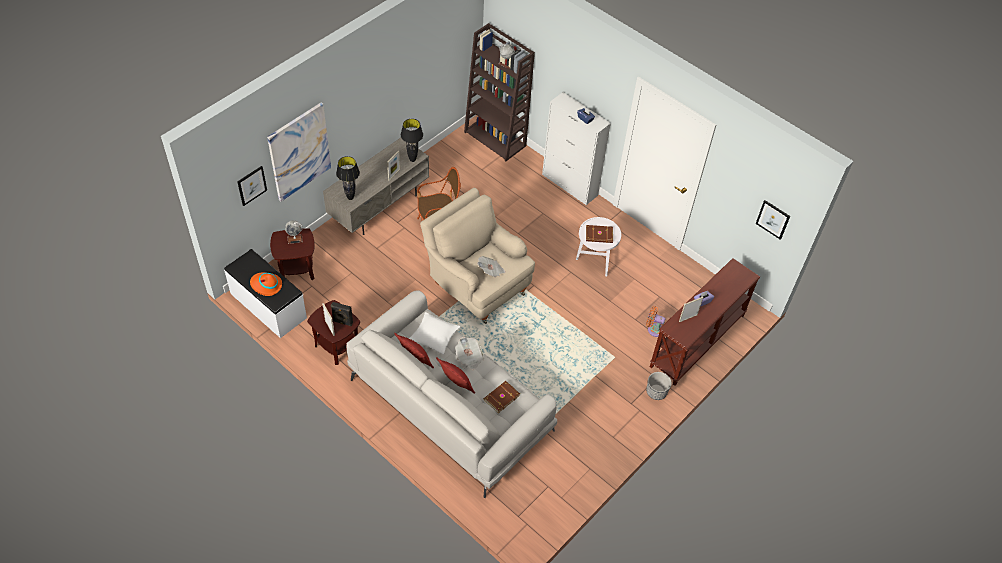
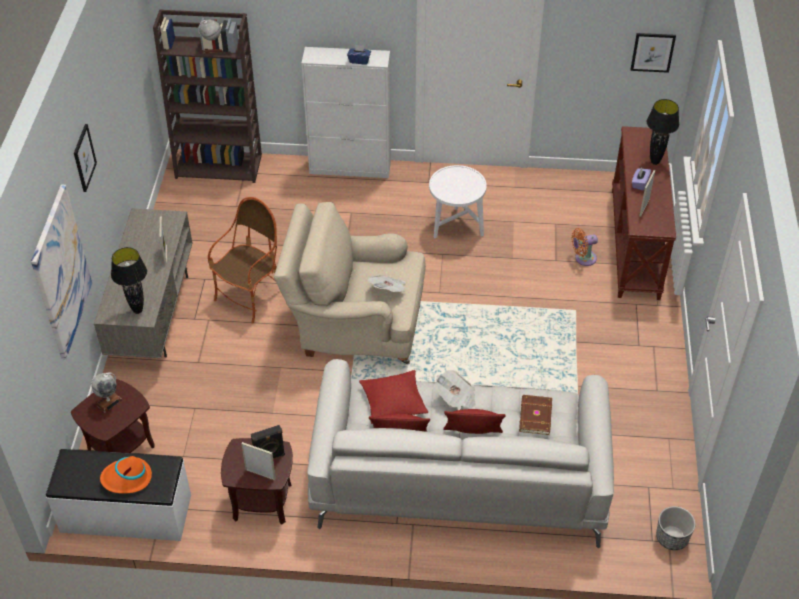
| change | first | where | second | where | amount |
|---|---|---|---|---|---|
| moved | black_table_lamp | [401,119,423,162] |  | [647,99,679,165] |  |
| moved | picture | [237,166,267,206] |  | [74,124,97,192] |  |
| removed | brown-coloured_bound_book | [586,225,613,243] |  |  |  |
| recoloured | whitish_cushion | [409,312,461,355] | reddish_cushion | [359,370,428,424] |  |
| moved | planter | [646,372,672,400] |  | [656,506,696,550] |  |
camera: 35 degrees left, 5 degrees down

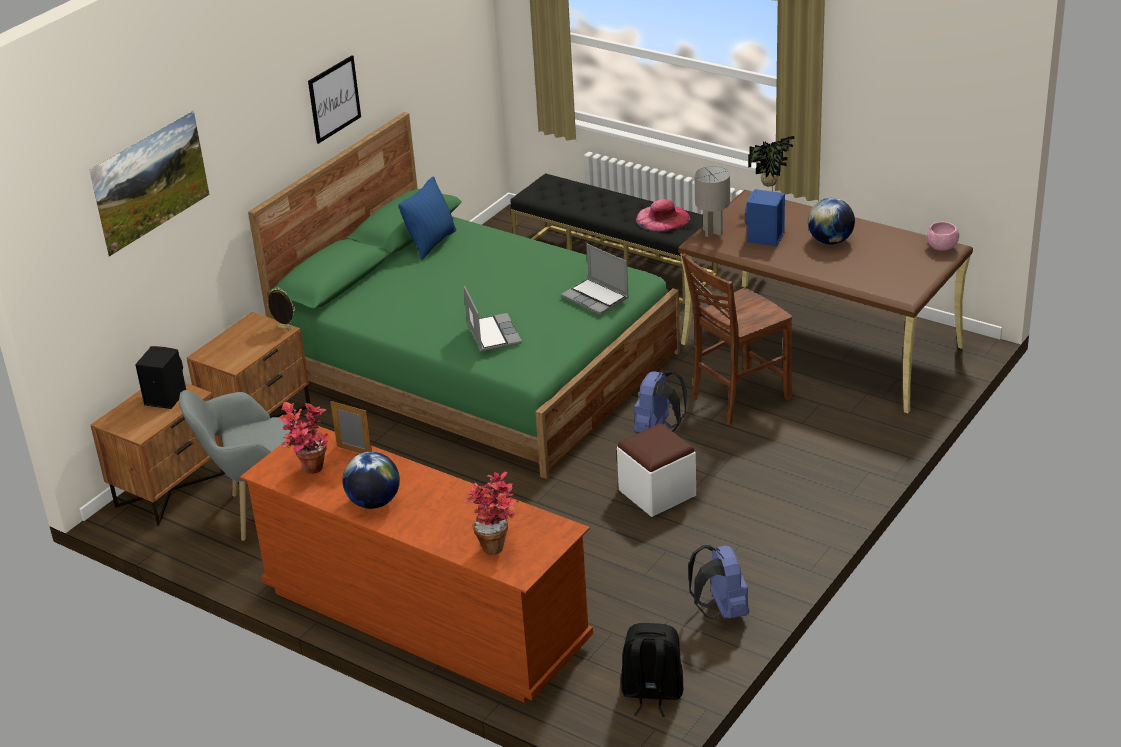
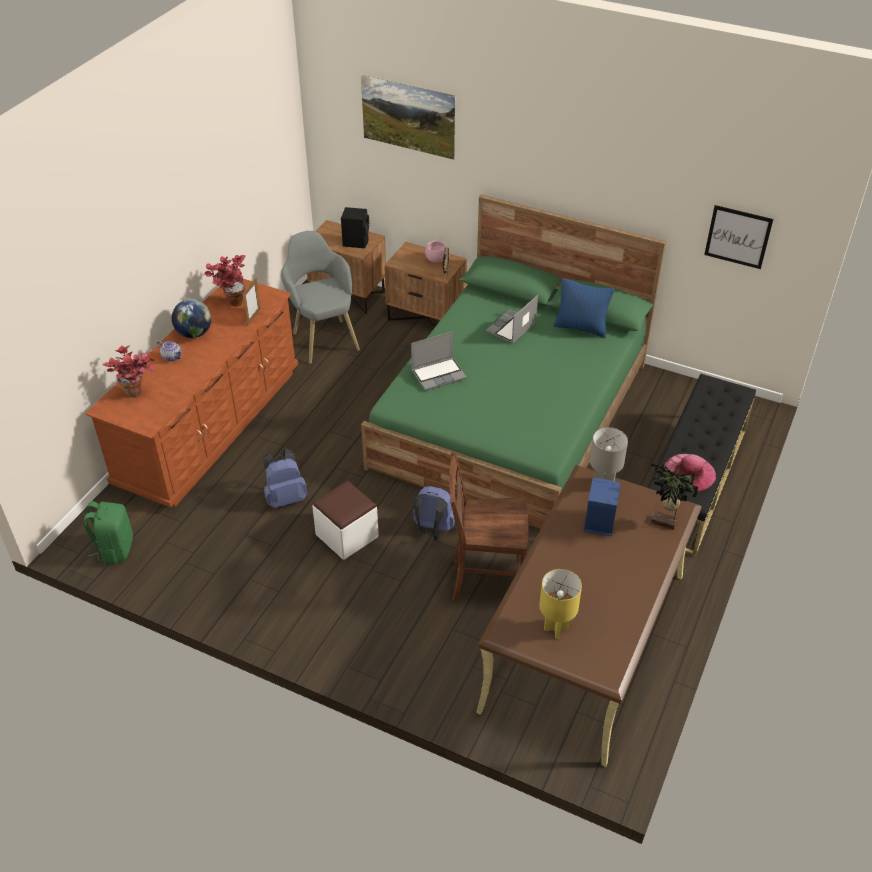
| change | first | where | second | where | amount |
|---|---|---|---|---|---|
| moved | picture | [308,55,361,144] |  | [704,205,773,269] |  |
| removed | globe | [808,198,855,245] |  |  |  |
| moved | pinkish_bowl | [927,222,959,251] |  | [425,241,447,263] |  |
| moved | laptop | [561,244,629,315] |  | [486,295,538,344] |  |
| turned | brown-coloured_upright_chair | [682,253,792,425] |  | [449,451,529,601] | 45 degrees counterclockwise |
| moved | blue_rucksack | [688,545,749,619] |  | [263,448,308,508] |  |
| recoloured | black_rucksack | [621,623,683,717] | green-coloured_rucksack | [83,501,133,564] |  |
| added |  |  | teapot | [157,341,182,362] |  |
| added |  |  | yellow-coloured_table_lamp | [539,569,582,639] |  |
camera: 80 degrees right, 10 degrees up

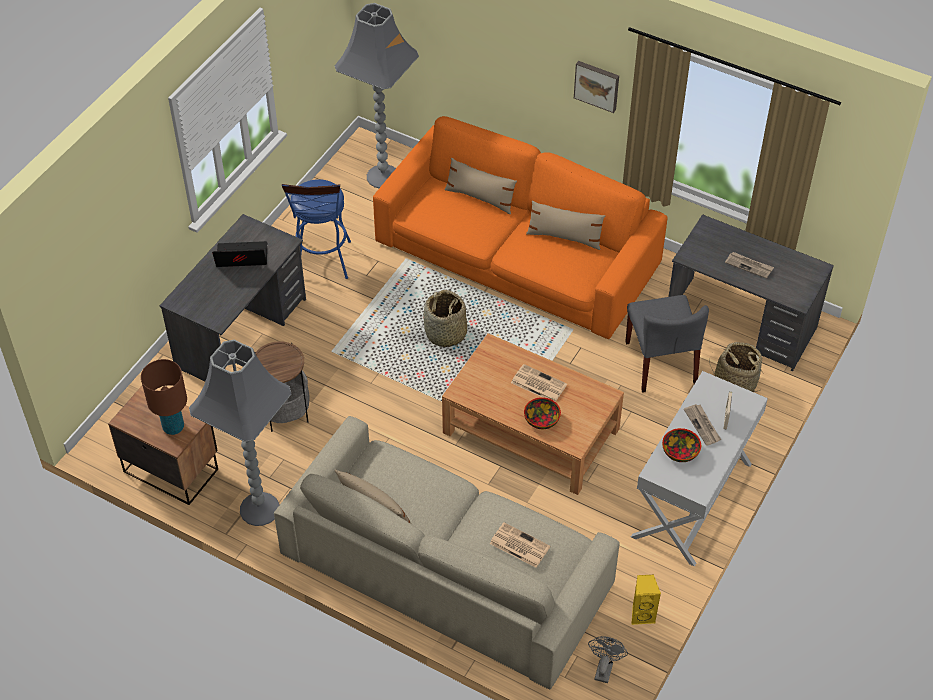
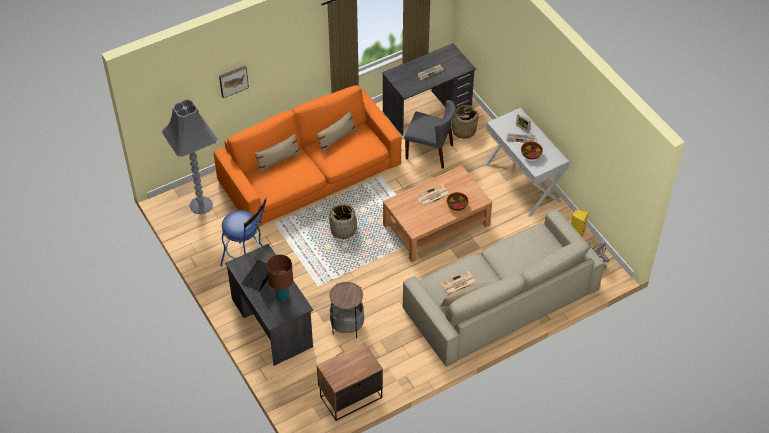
| change | first | where | second | where | amount |
|---|---|---|---|---|---|
| moved | picture | [574,61,619,113] |  | [219,66,249,98] |  |
| removed | gray_standing_lamp | [189,340,291,526] |  |  |  |
| moved | brown-coloured_table_lamp | [141,359,187,435] |  | [266,254,293,301] |  |
| moved | printed_paper | [490,522,550,568] |  | [441,271,476,295] |  |
camera: 60 degrees left, 0 degrees up

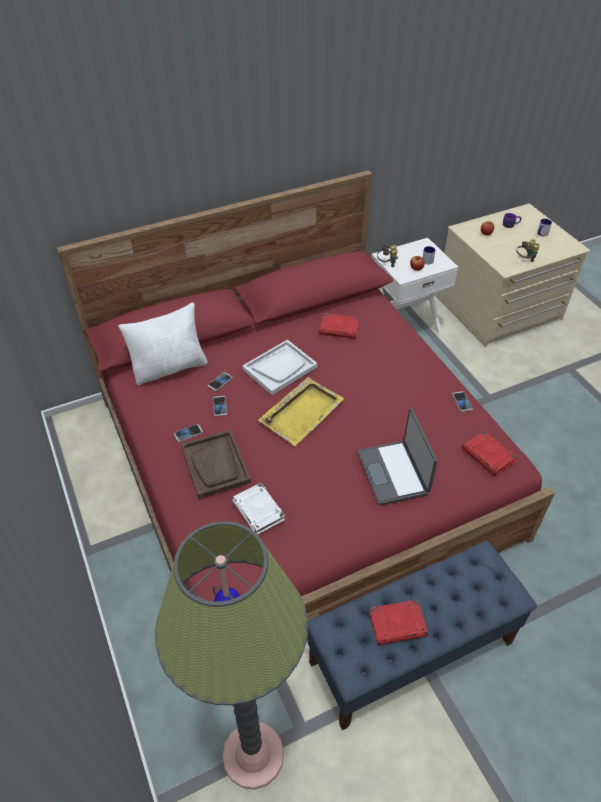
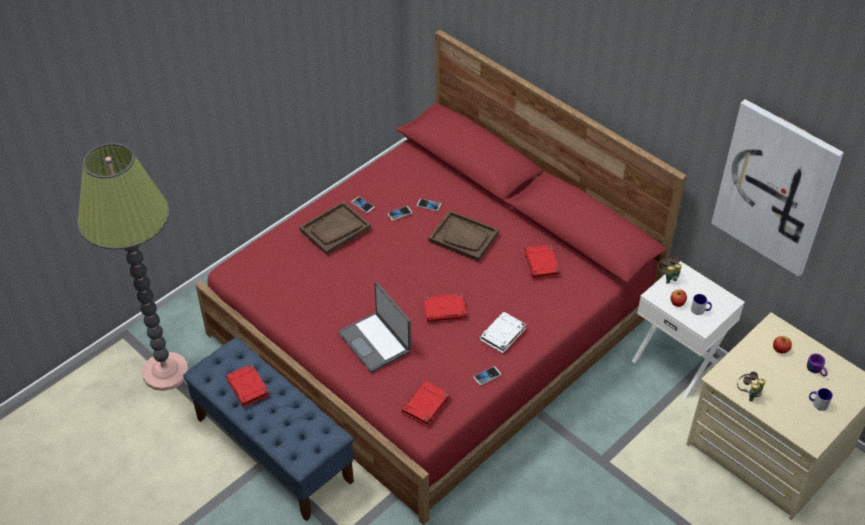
| change | first | where | second | where | amount |
|---|---|---|---|---|---|
| removed | whitish_cushion | [118,302,208,385] |  |  |  |
| recoloured | whitish_serving_tray | [242,340,317,395] | brown-coloured_serving_tray | [429,211,499,261] |  |
| removed | yellow-coloured_serving_tray | [258,377,344,446] |  |  |  |
| turned | laptop | [358,408,438,505] |  | [338,282,411,373] | 90 degrees counterclockwise |
| moved | whitish_bound_book | [232,483,285,535] |  | [479,312,526,353] |  |
| added |  |  | picture | [711,99,844,276] |  |
| added |  |  | reddish_bound_book | [424,293,466,322] |  |
camera: 70 degrees right, 0 degrees up

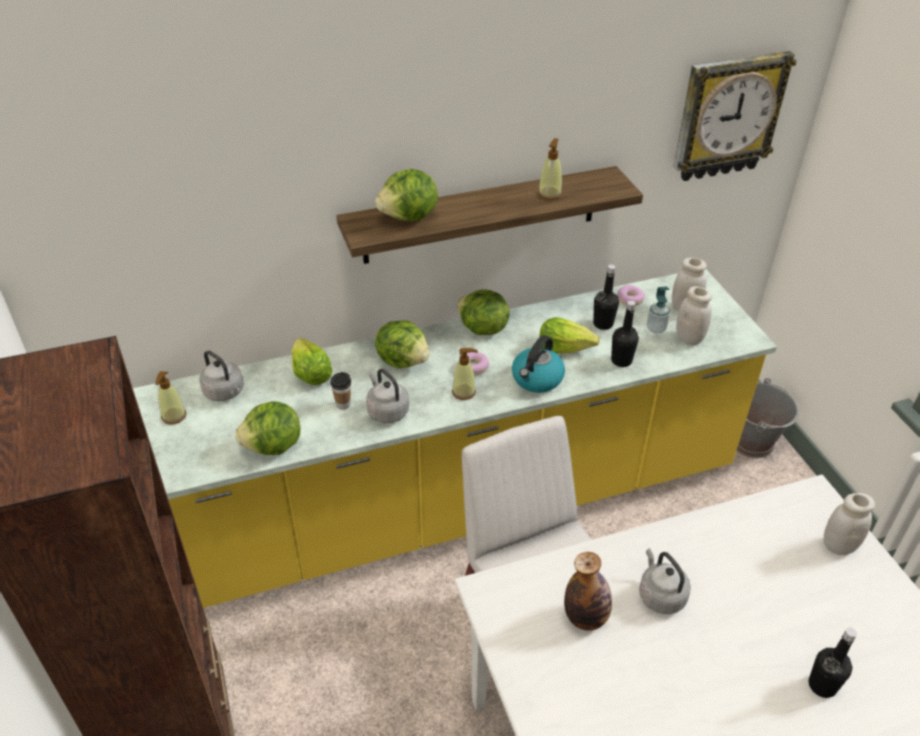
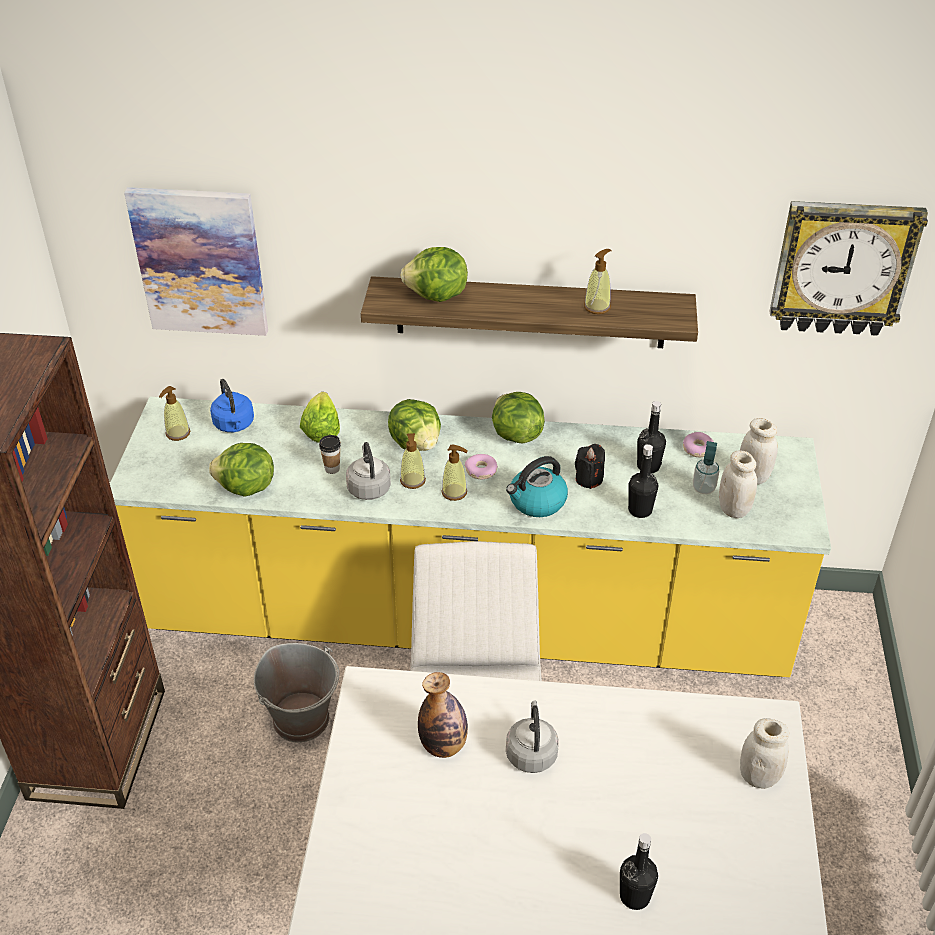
| change | first | where | second | where | amount |
|---|---|---|---|---|---|
| replaced | head_of_lettuce | [539,317,600,354] | black_wax_candle | [575,444,605,489] |  |
| recoloured | gray_water_kettle | [199,350,244,401] | blue_water_kettle | [210,379,254,432] |  |
| moved | gray_pail | [736,378,799,458] |  | [254,643,340,743] |  |
| added |  |  | picture | [124,187,268,336] |  |
| added |  |  | liquid_soap_bottle | [400,433,426,489] |  |
camera: 25 degrees right, 0 degrees up

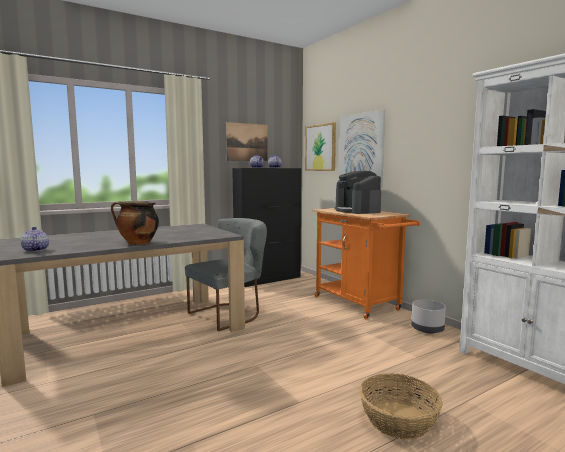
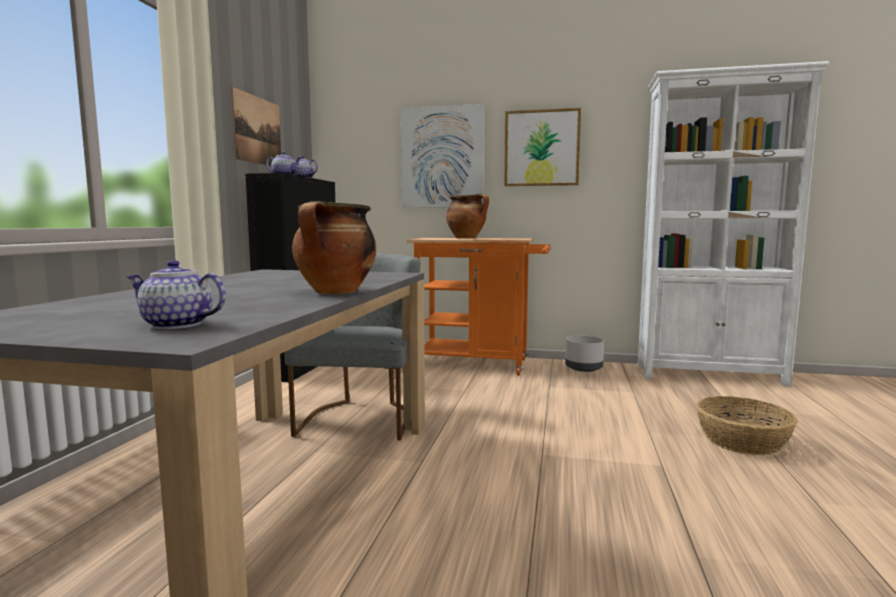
| change | first | where | second | where | amount |
|---|---|---|---|---|---|
| moved | picture | [305,123,336,171] |  | [504,108,581,186] |  |
| replaced | coffee_machine | [335,171,381,214] | cooking_pot | [446,194,489,239] |  |
camera: 45 degrees left, 0 degrees up

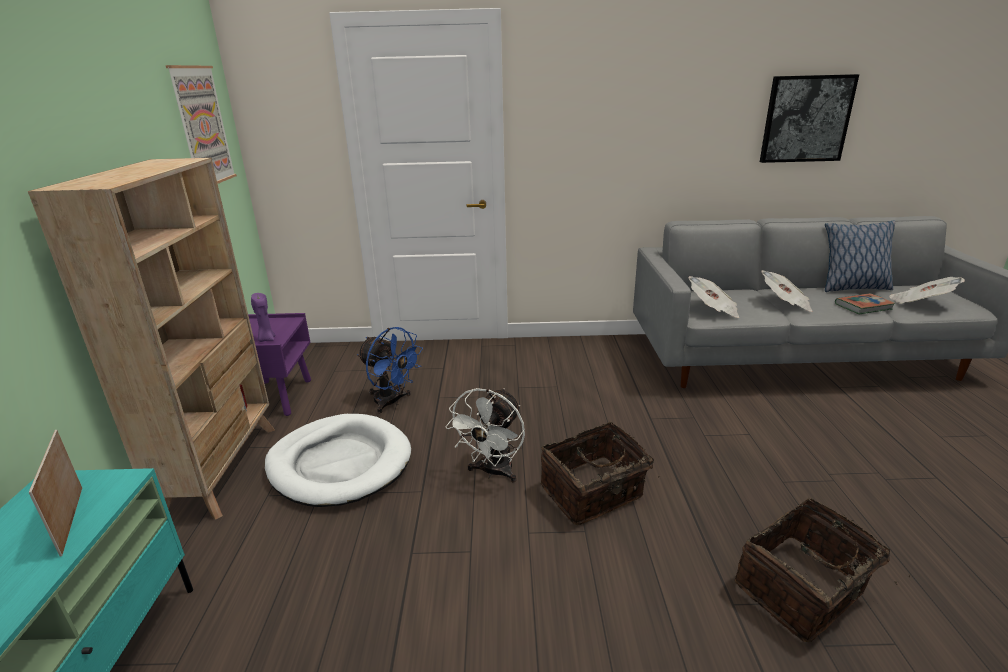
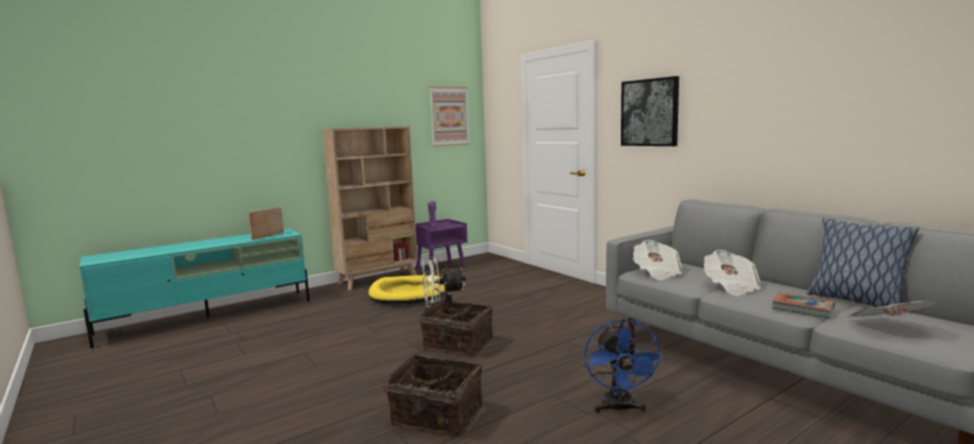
| change | first | where | second | where | amount |
|---|---|---|---|---|---|
| moved | picture | [760,74,859,163] |  | [621,76,679,146] |  |
| moved | blue_cooling_fan | [357,327,423,413] |  | [584,319,664,414] |  |
| recoloured | whitish_dog_bed | [265,414,411,507] | yellow-coloured_dog_bed | [369,275,445,304] |  |
camera: 55 degrees right, 15 degrees down

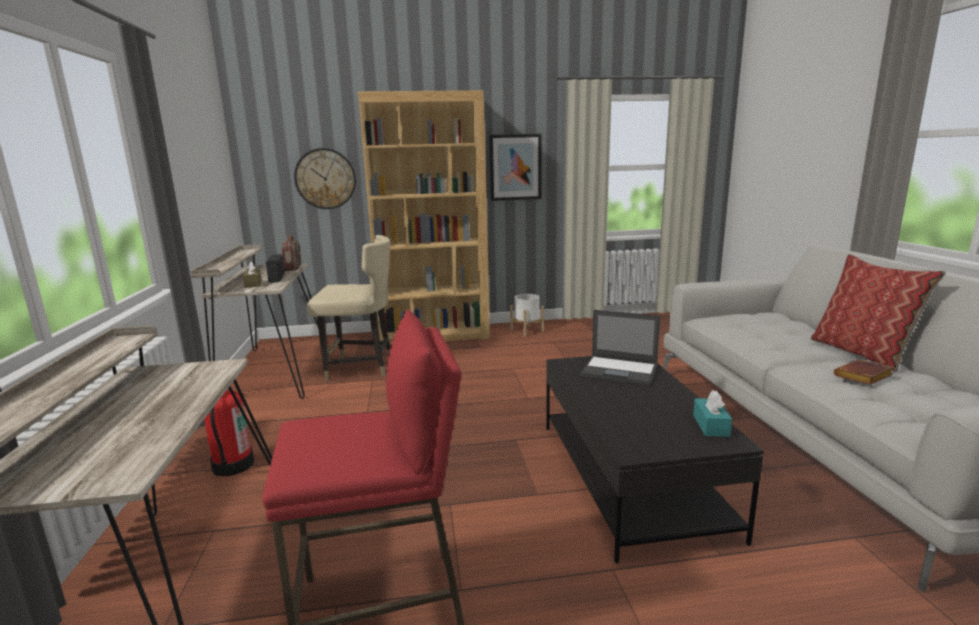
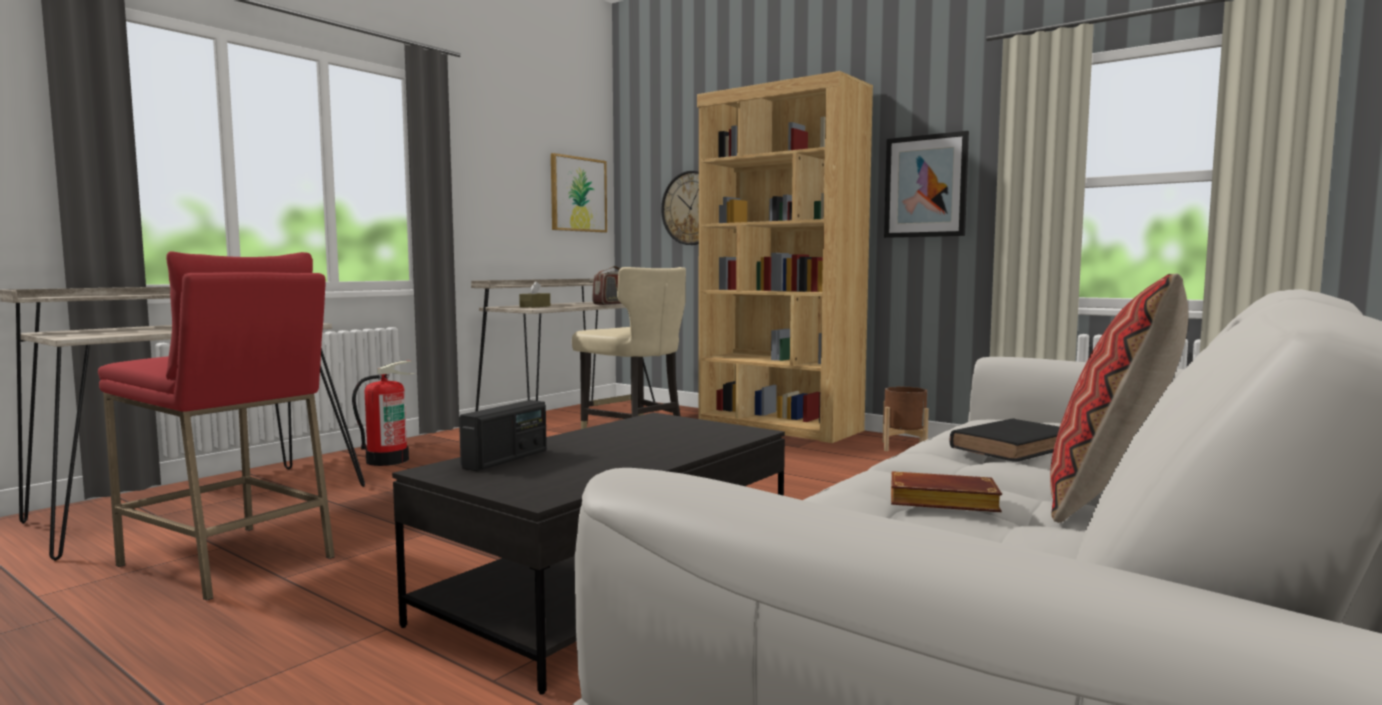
| change | first | where | second | where | amount |
|---|---|---|---|---|---|
| moved | radio | [266,254,285,283] |  | [459,400,547,471] |  |
| recoloured | whitish_planter | [510,294,544,336] | brown-coloured_planter | [883,387,929,451] |  |
| removed | laptop | [580,310,660,386] |  |  |  |
| removed | turquoise_box_of_tissues | [693,390,732,437] |  |  |  |
| added |  |  | picture | [551,153,607,233] |  |
| added |  |  | black_bound_book | [950,418,1060,462] |  |
camera: 45 degrees right, 10 degrees down

